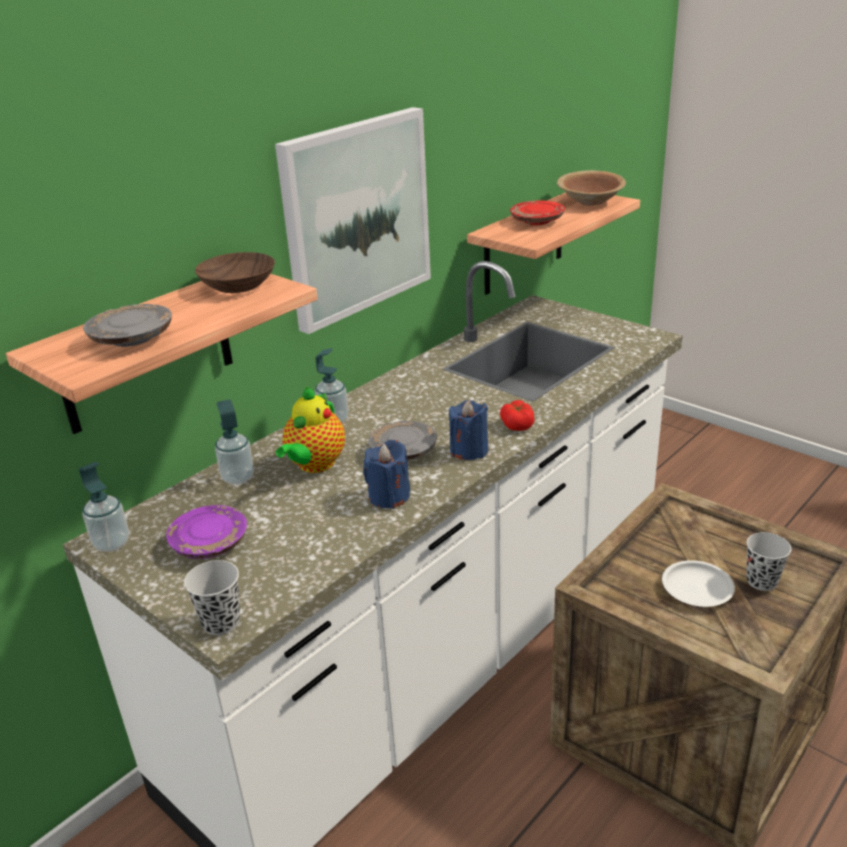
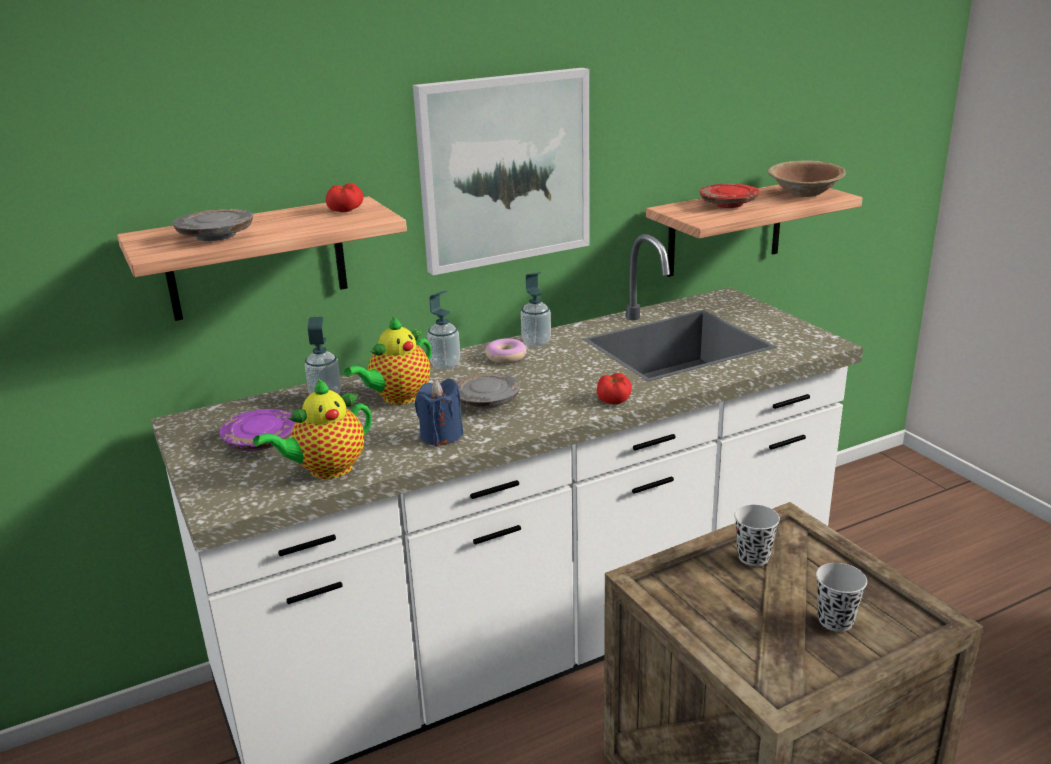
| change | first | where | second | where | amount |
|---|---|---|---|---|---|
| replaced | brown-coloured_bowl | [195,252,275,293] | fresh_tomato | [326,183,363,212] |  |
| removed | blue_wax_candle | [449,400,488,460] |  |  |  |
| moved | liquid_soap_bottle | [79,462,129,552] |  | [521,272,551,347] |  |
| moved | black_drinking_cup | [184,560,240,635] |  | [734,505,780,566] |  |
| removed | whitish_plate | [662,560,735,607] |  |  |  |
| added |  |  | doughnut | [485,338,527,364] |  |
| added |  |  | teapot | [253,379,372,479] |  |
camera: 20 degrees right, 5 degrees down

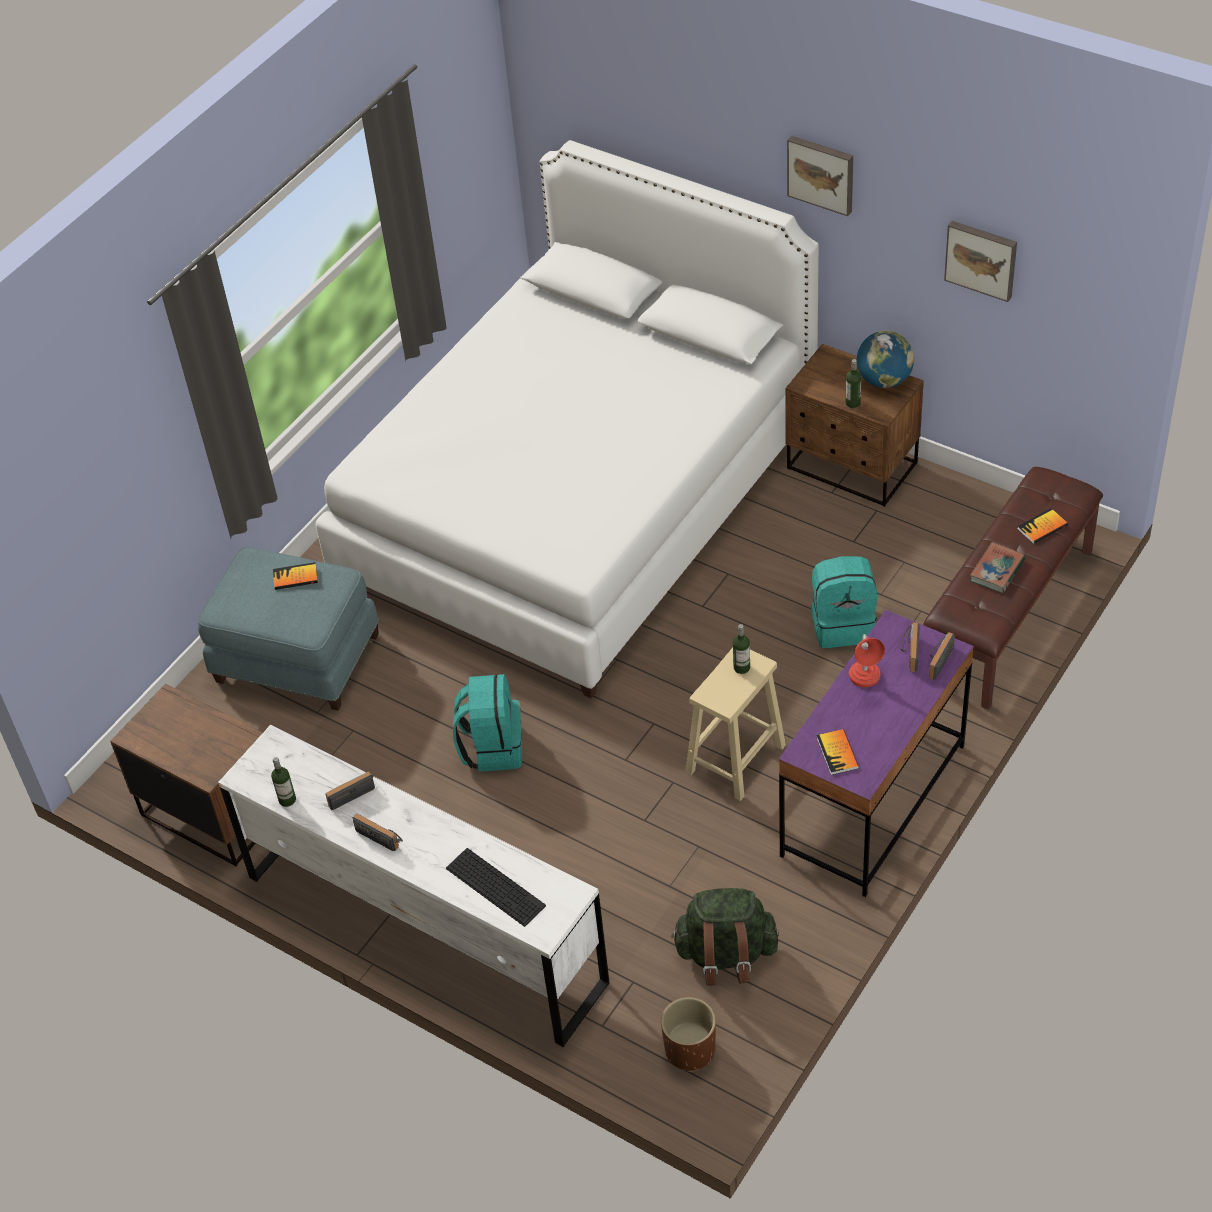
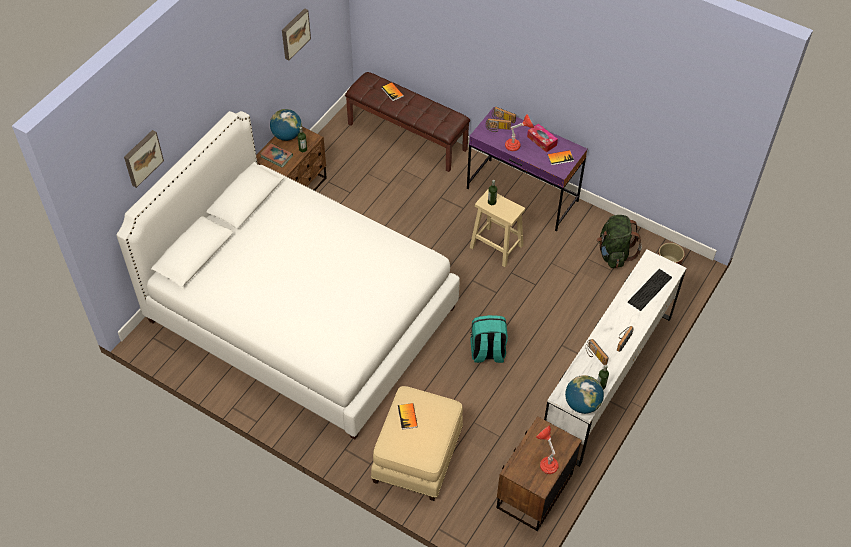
| change | first | where | second | where | amount |
|---|---|---|---|---|---|
| moved | picture | [787,135,853,216] |  | [124,130,164,188] |  |
| moved | bound_book | [970,542,1025,593] |  | [260,143,293,167] |  |
| recoloured | blue_ottoman | [198,547,379,711] | sand-coloured_ottoman | [371,386,463,501] |  |
| removed | turquoise_rucksack | [811,556,877,648] |  |  |  |
| added |  |  | box_of_tissues | [527,124,558,152] |  |
| added |  |  | globe | [565,375,604,414] |  |
| added |  |  | reddish_table_lamp | [536,425,559,474] |  |
camera: 95 degrees left, 5 degrees up

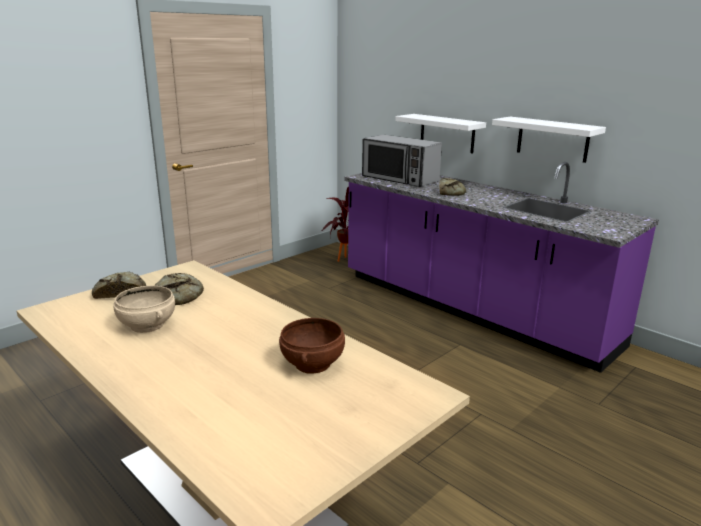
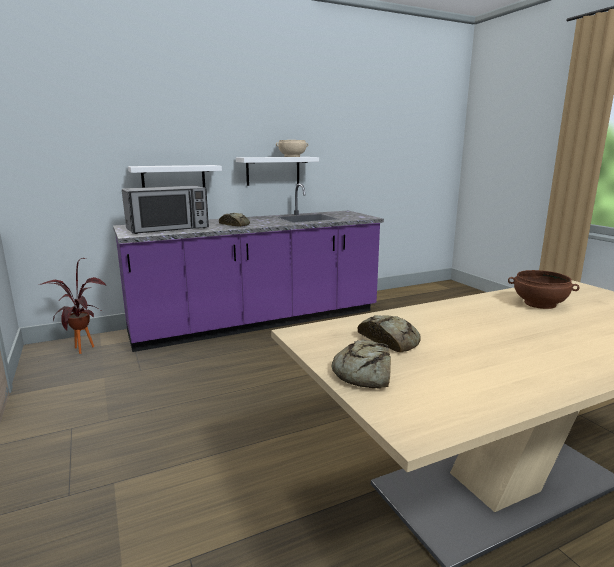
| change | first | where | second | where | amount |
|---|---|---|---|---|---|
| moved | sand-coloured_bowl | [113,286,175,333] |  | [276,140,308,157] |  |
camera: 70 degrees left, 5 degrees down

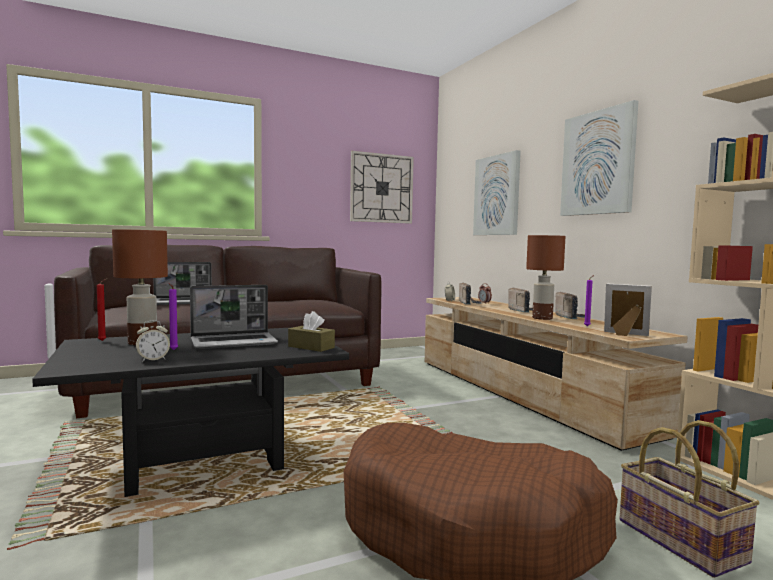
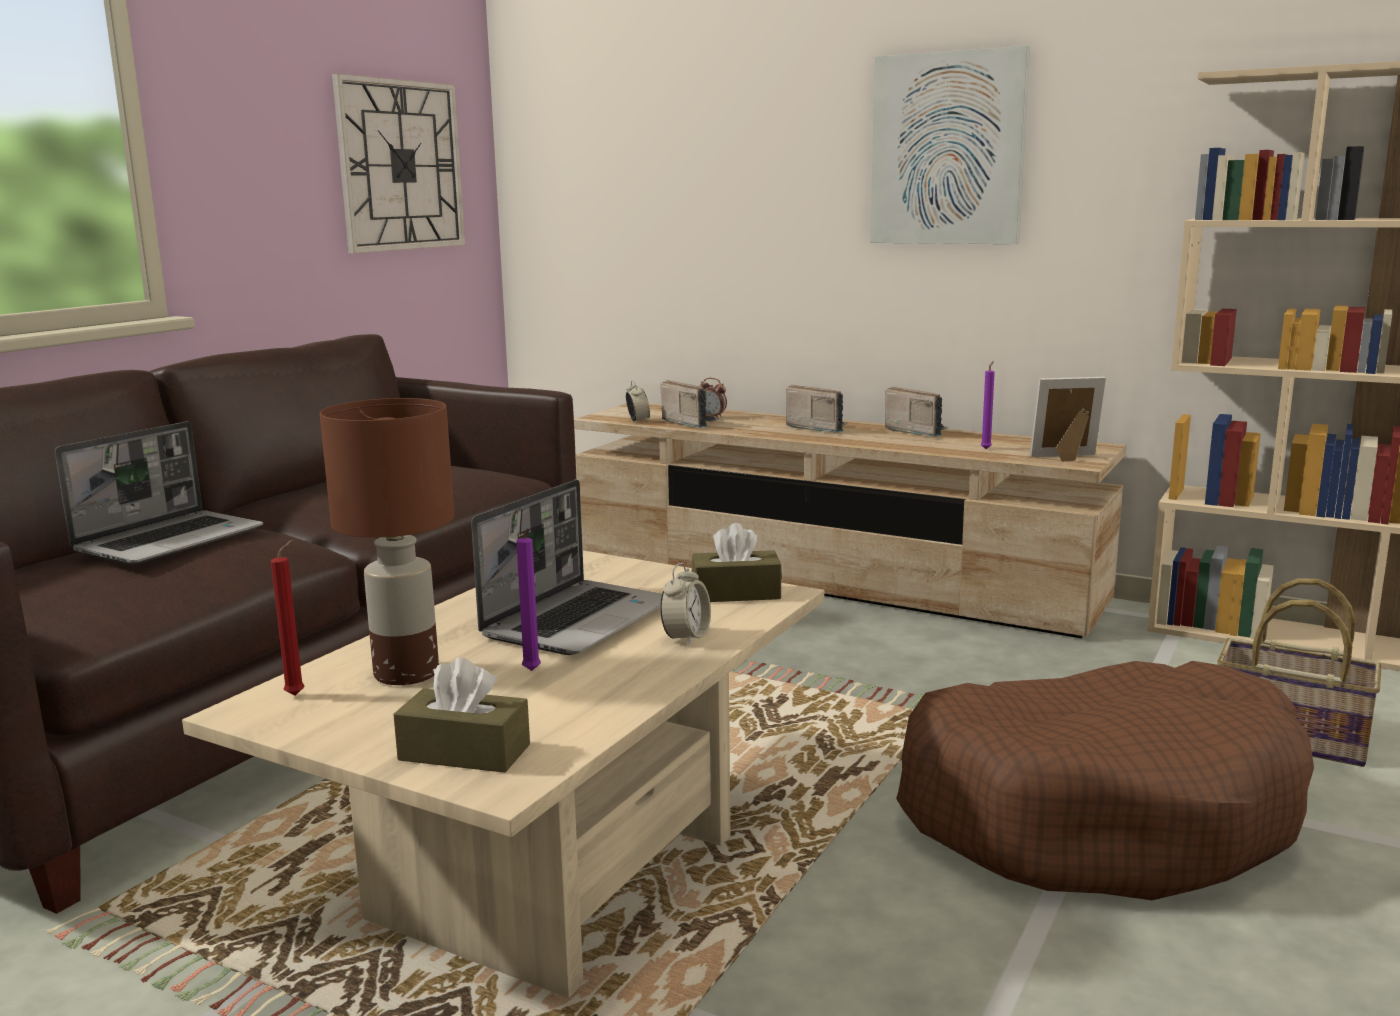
| change | first | where | second | where | amount |
|---|---|---|---|---|---|
| removed | picture | [473,150,521,235] |  |  |  |
| removed | brown-coloured_table_lamp | [526,235,565,320] |  |  |  |
| moved | bedside_clock | [136,320,170,362] |  | [660,563,711,646] |  |
| recoloured | black_low_table | [32,327,349,497] | sand-coloured_low_table | [182,550,824,998] |  |
| added |  |  | brown-coloured_box_of_tissues | [393,658,530,773] |  |
camera: 35 degrees left, 10 degrees up

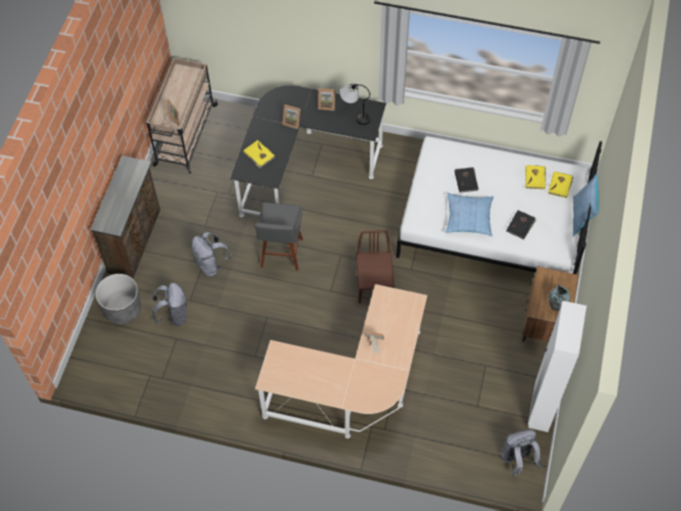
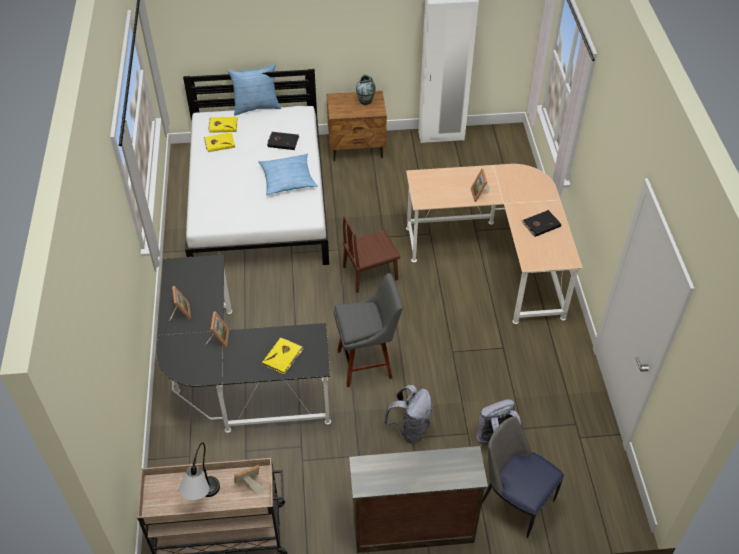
| change | first | where | second | where | amount |
|---|---|---|---|---|---|
| moved | table_lamp | [340,83,371,125] |  | [179,442,220,500] |  |
| moved | black_bound_book | [455,167,479,193] |  | [522,210,561,237] |  |
| replaced | gray_planter | [96,274,141,324] | upright_chair | [482,416,564,538] |  |
| removed | gray_rucksack | [502,429,541,476] |  |  |  |
camera: 110 degrees left, 10 degrees down

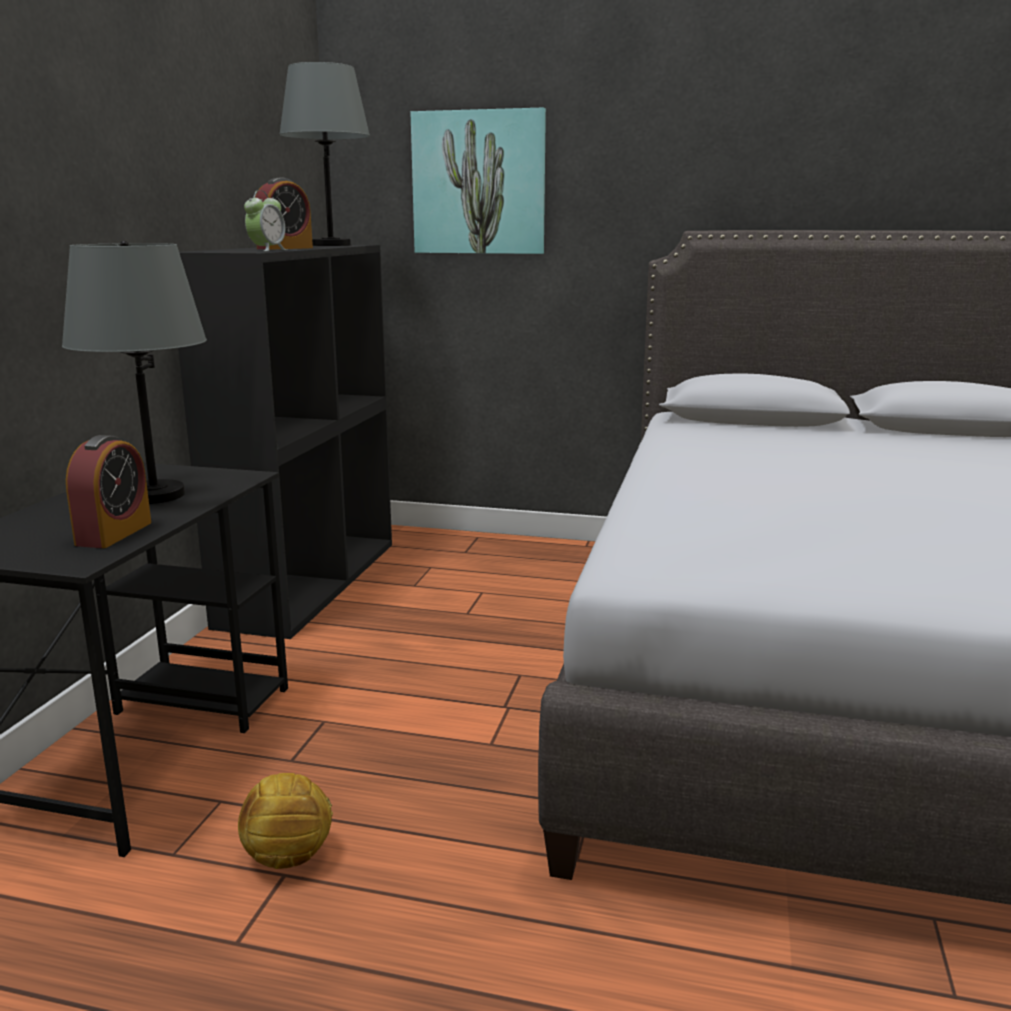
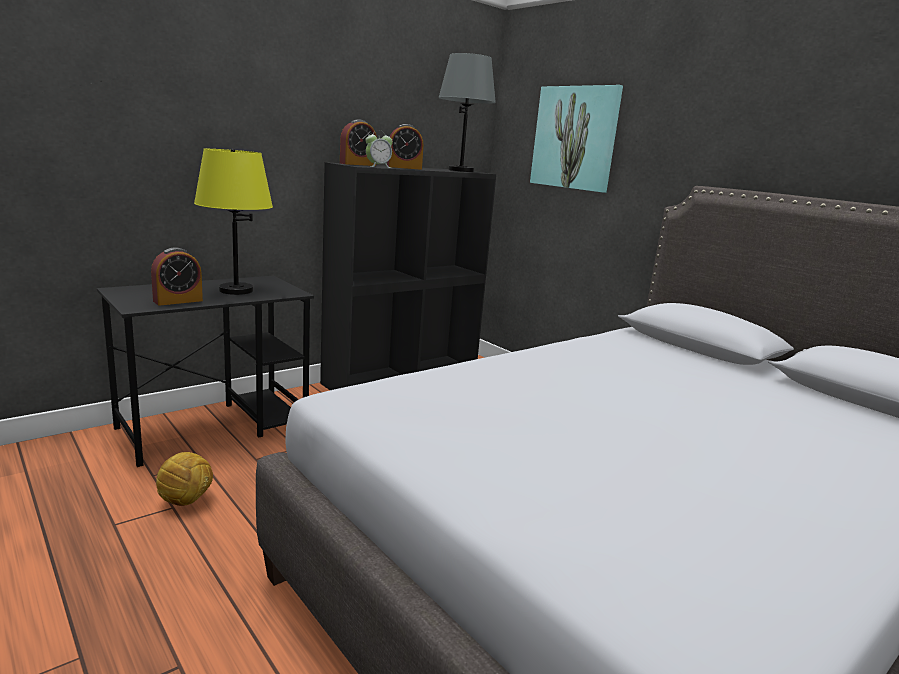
| change | first | where | second | where | amount |
|---|---|---|---|---|---|
| recoloured | gray_table_lamp | [62,241,207,504] | yellow-coloured_table_lamp | [194,149,273,295] |  |
| added |  |  | bedside_clock | [340,120,377,166] |  |
camera: 35 degrees right, 0 degrees up

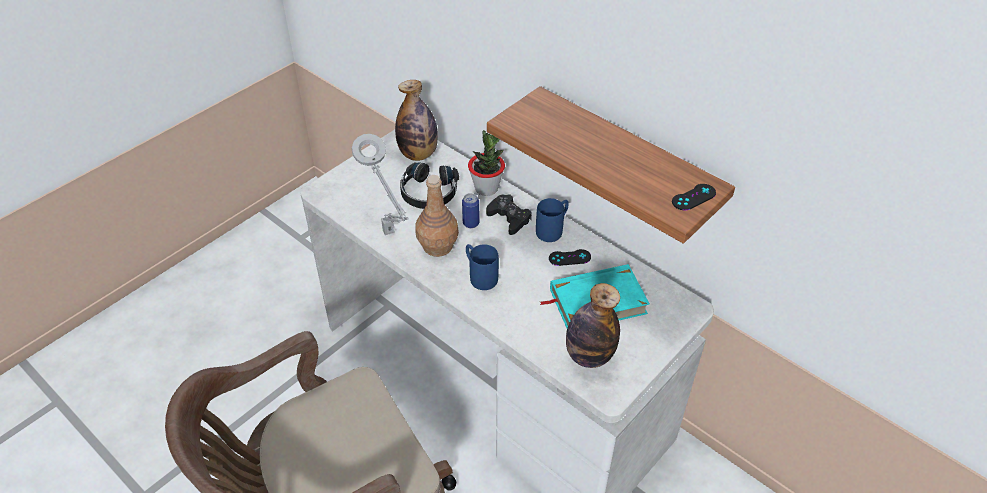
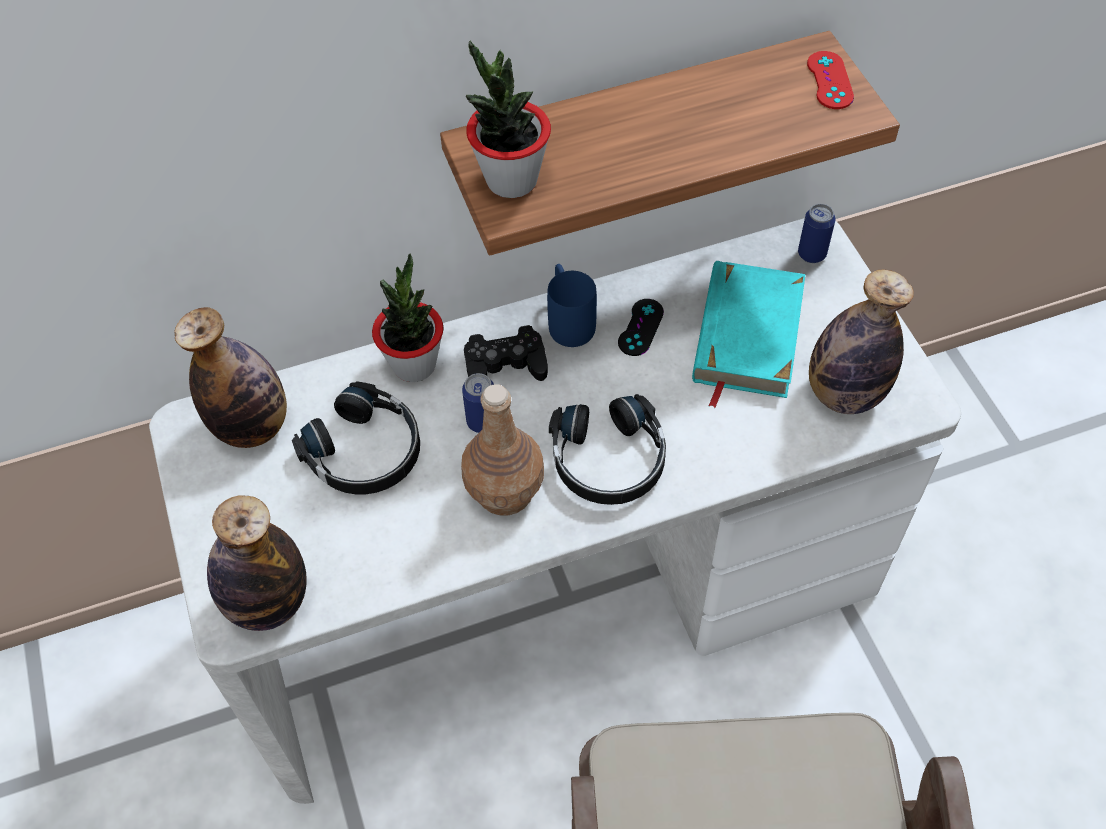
| change | first | where | second | where | amount |
|---|---|---|---|---|---|
| removed | gray_table_lamp | [352,134,409,235] |  |  |  |
| recoloured | black_game_controller | [672,184,716,210] | reddish_game_controller | [807,51,854,109] |  |
| replaced | blue_coffee_mug | [466,244,499,290] | black_headset | [549,394,666,505] |  |
| added |  |  | houseplant | [466,41,551,198] |  |
| added |  |  | sealed_can | [798,204,836,263] |  |
| added |  |  | beverage_bottle | [207,496,307,631] |  |
camera: 60 degrees left, 10 degrees up

